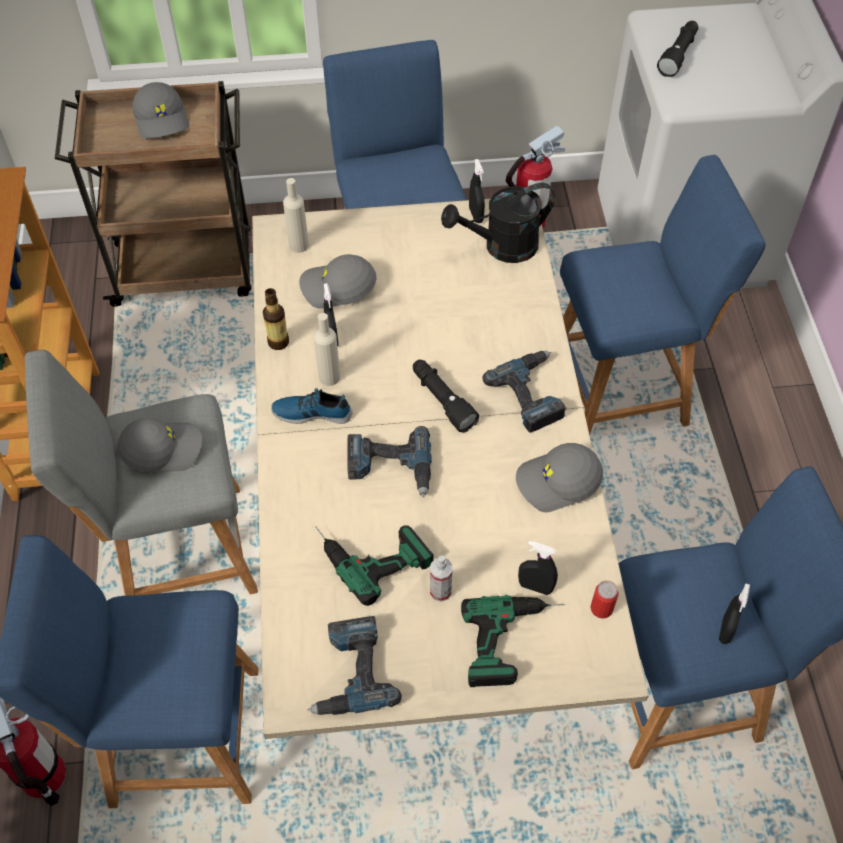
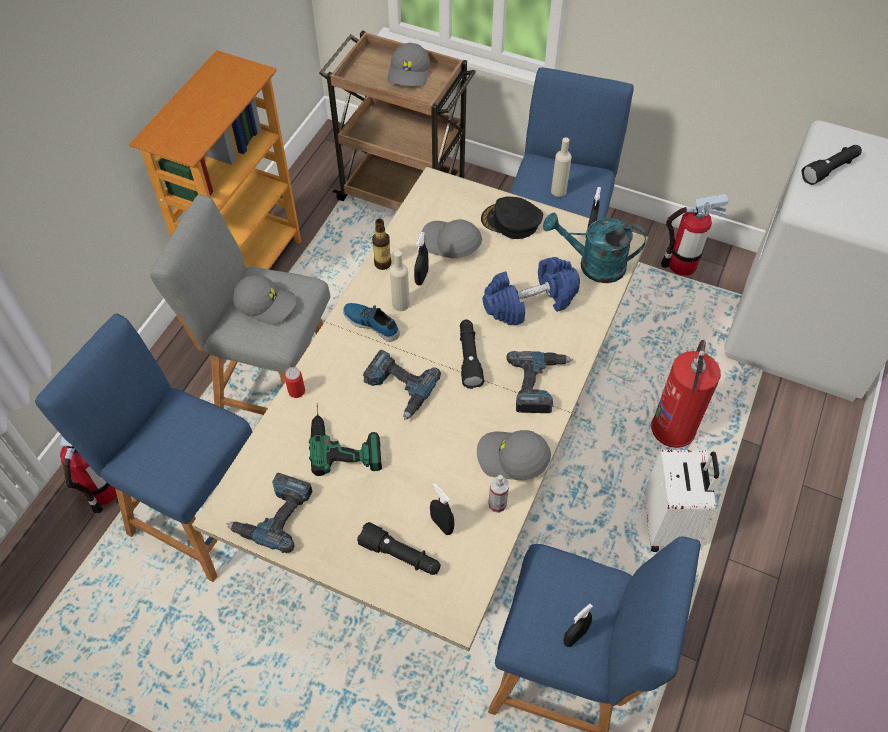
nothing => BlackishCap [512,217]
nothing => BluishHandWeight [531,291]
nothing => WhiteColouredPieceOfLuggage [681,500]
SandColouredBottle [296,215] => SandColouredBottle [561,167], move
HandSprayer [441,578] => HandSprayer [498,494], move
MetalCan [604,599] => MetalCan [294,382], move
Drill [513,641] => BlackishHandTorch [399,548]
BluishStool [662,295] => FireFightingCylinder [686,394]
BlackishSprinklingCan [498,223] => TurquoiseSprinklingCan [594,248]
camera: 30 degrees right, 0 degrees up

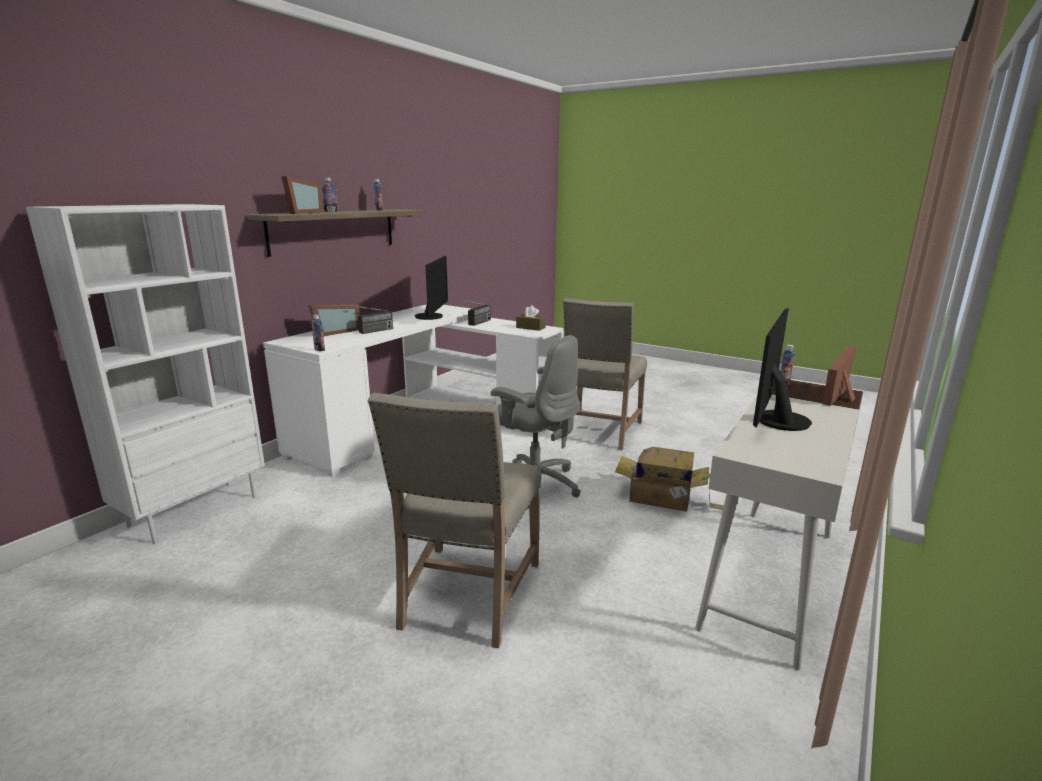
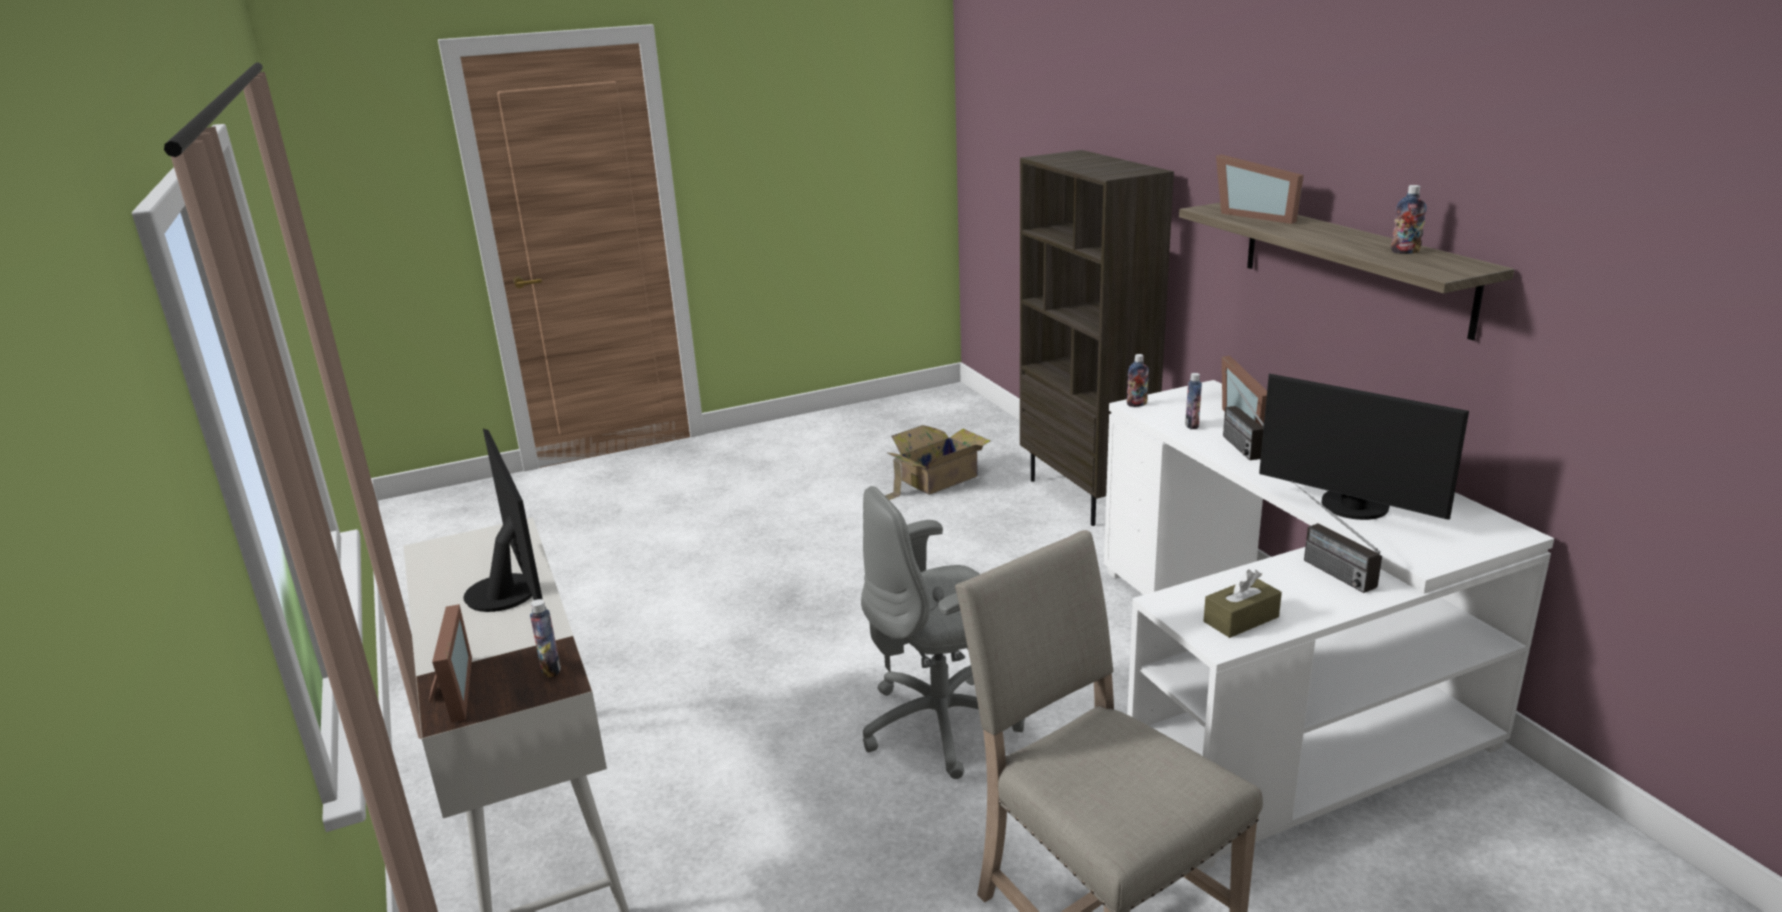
SandColouredPlainChair [454,520] => nothing
Bottle [330,194] => Bottle [1193,401], move
CardboardBox [669,479] => CardboardBox [937,462], move
WhiteColouredBookshelf [145,374] => BrownishBookshelf [1097,338]
camera: 125 degrees right, 5 degrees up

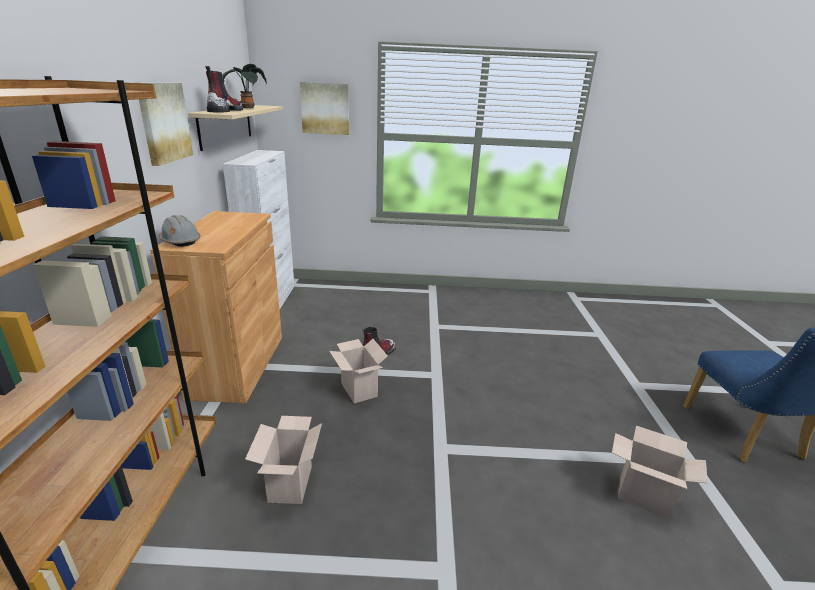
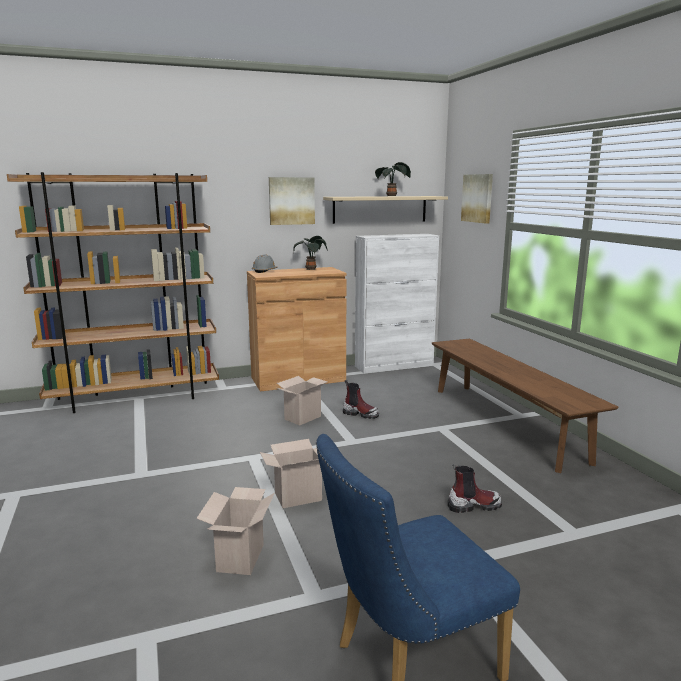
nothing => PlantInAPot [310,253]
nothing => BrownishIndoorBench [525,406]
TallBoot [224,89] => TallBoot [475,488], move
CardboardBox [283,460] => CardboardBox [291,473], move
camera: 70 degrees right, 10 degrees down

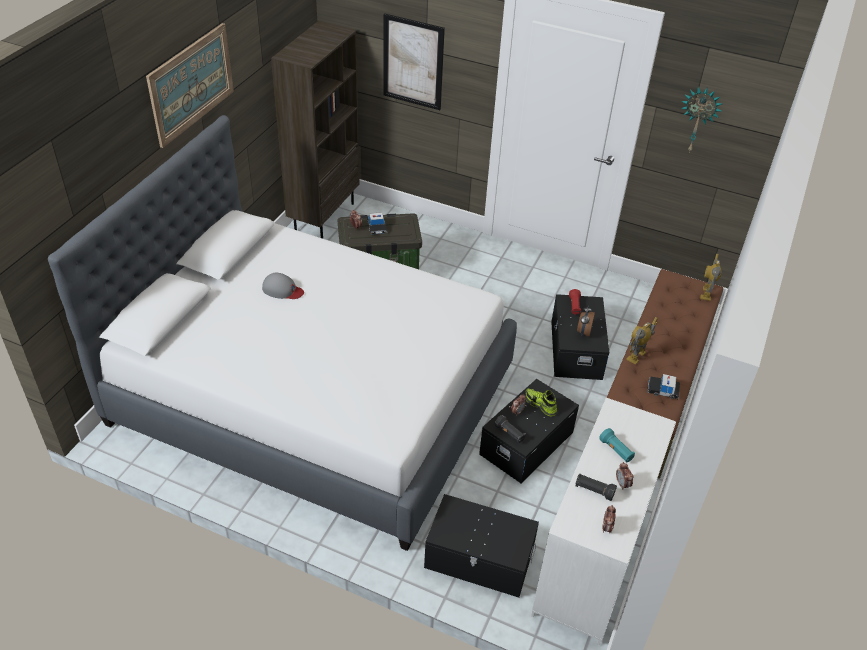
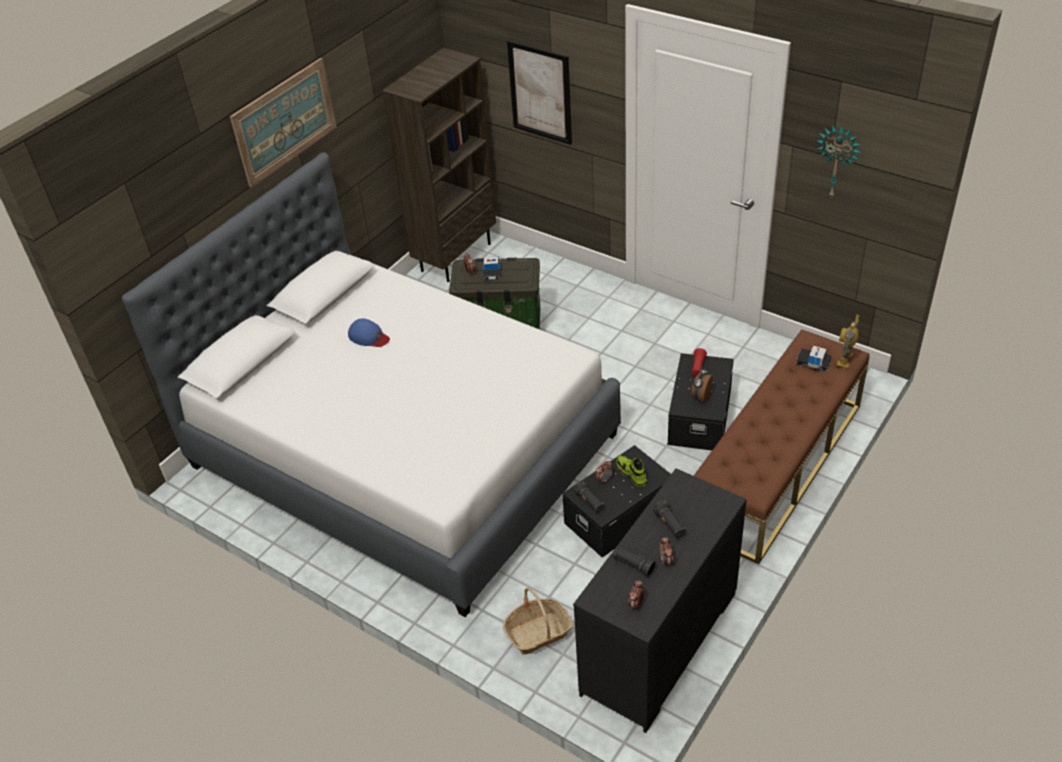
ModelRobot [642,341] => nothing
MiniatureCar [663,387] => MiniatureCar [813,359], move
BlackishStorageBox [481,546] => Basket [537,621]
GreyCap [283,286] => BluishCap [369,332]
WhiteColouredDrawerChest [603,521] => BlackishDrawerChest [660,600]
TurquoiseHandTorch [617,445] => BlackishHandTorch [669,519]
camera: 15 degrees right, 0 degrees up

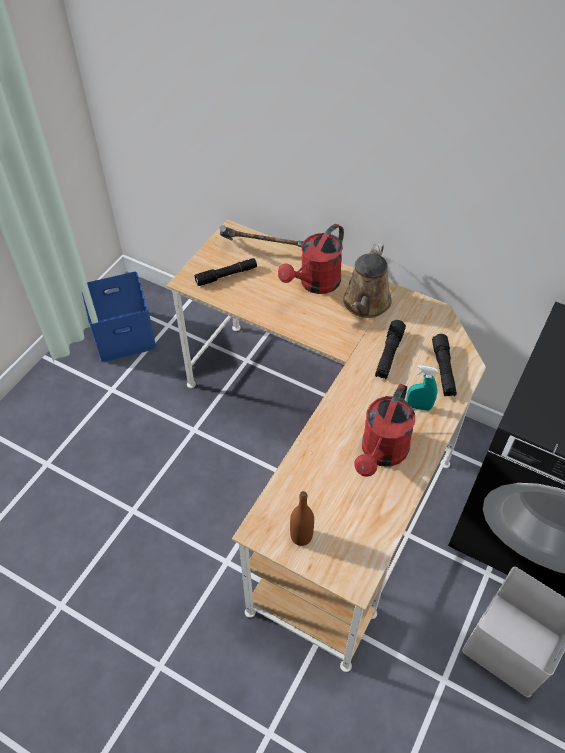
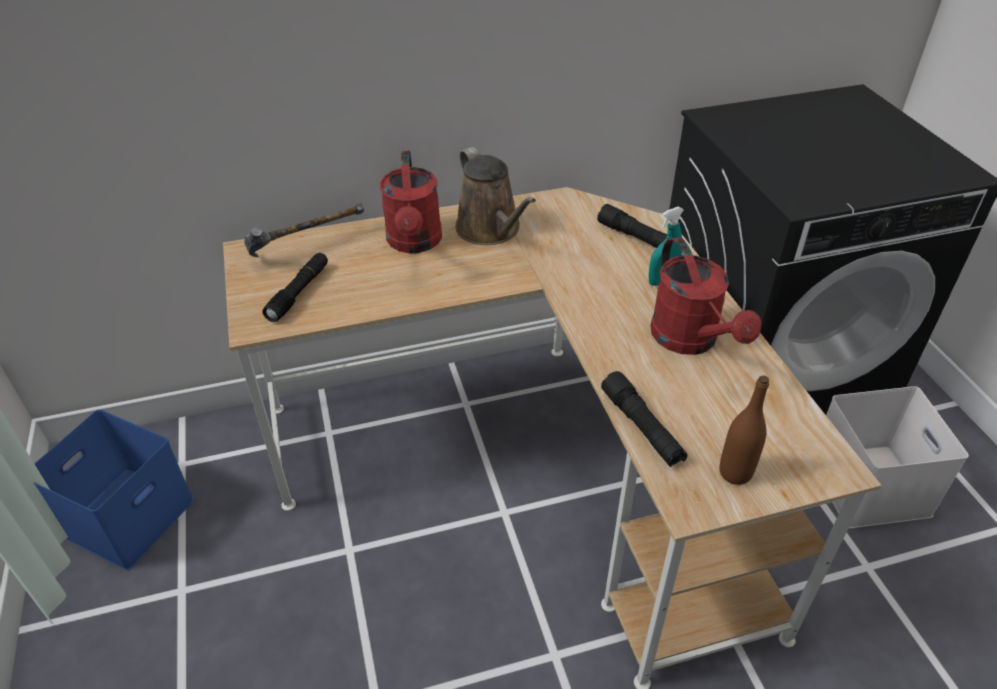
BlackishHandTorch [390,349] => BlackishHandTorch [644,419], move
camera: 45 degrees left, 10 degrees down

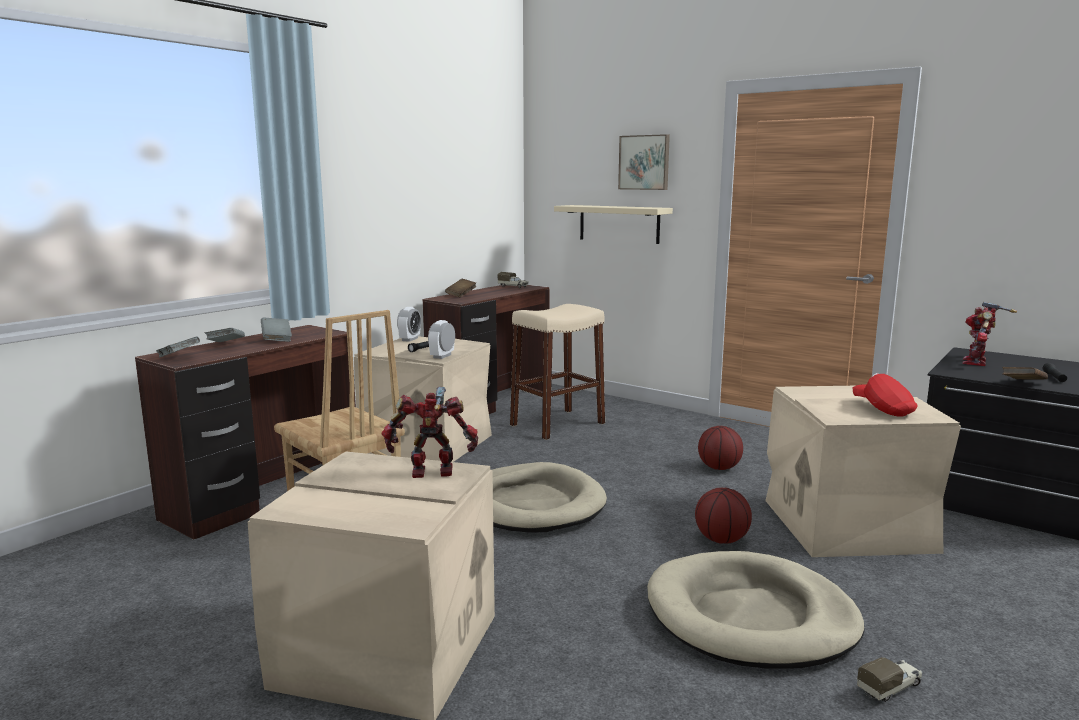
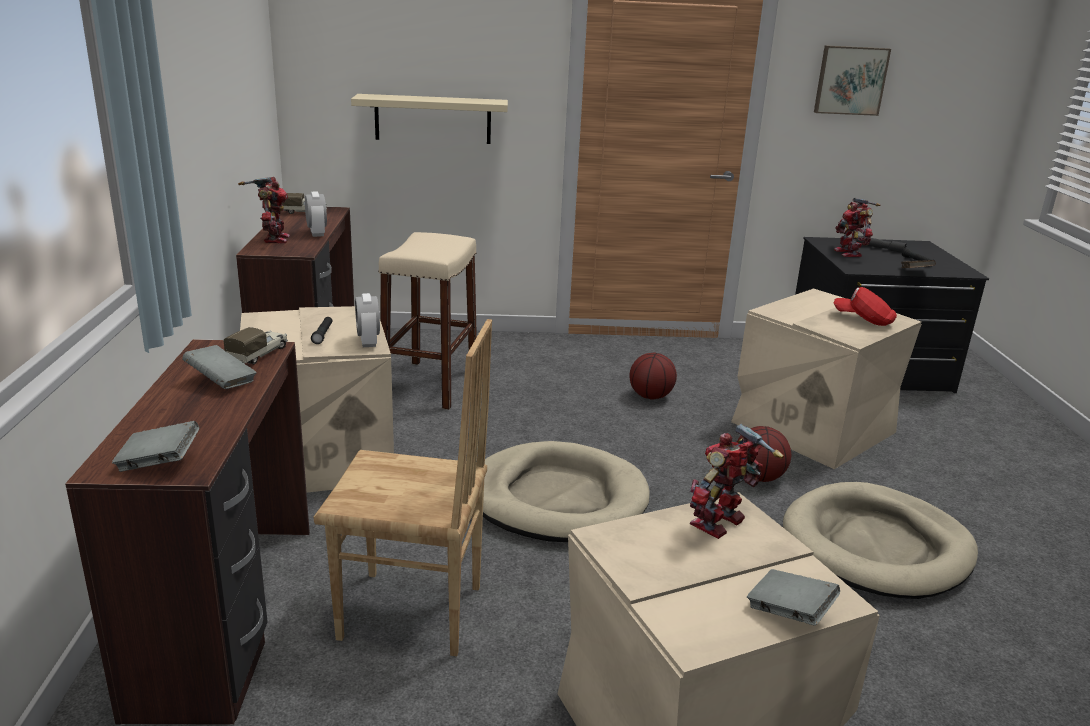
nothing => GreyHandTorch [881,244]
GreyBoundBook [225,335] => GreyBoundBook [793,597], move
BedsideClock [409,324] => BedsideClock [316,214], move
Picture [644,162] => Picture [852,80], move
ToyLorry [890,679] => ToyLorry [255,346], move
BrownishBoundBook [460,288] => ModelRobot [264,210]
camera: 40 degrees left, 10 degrees up

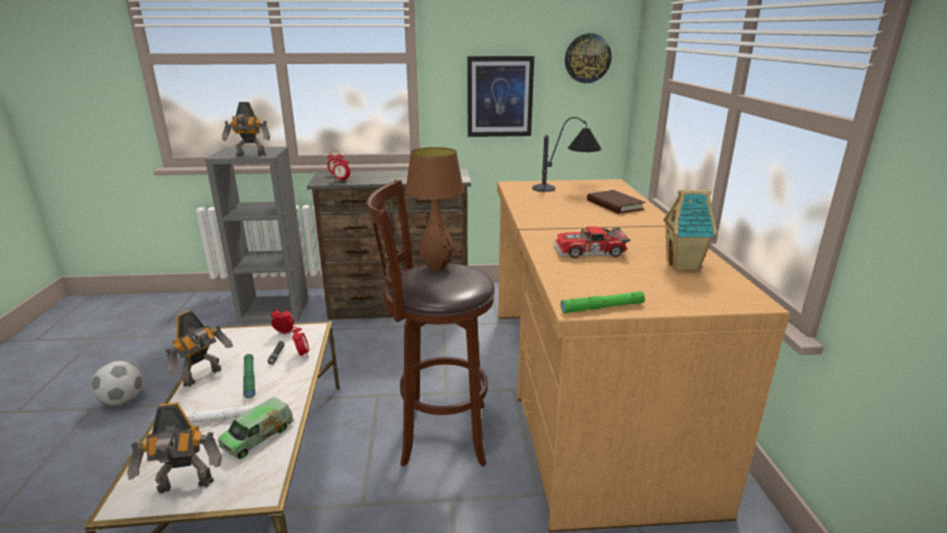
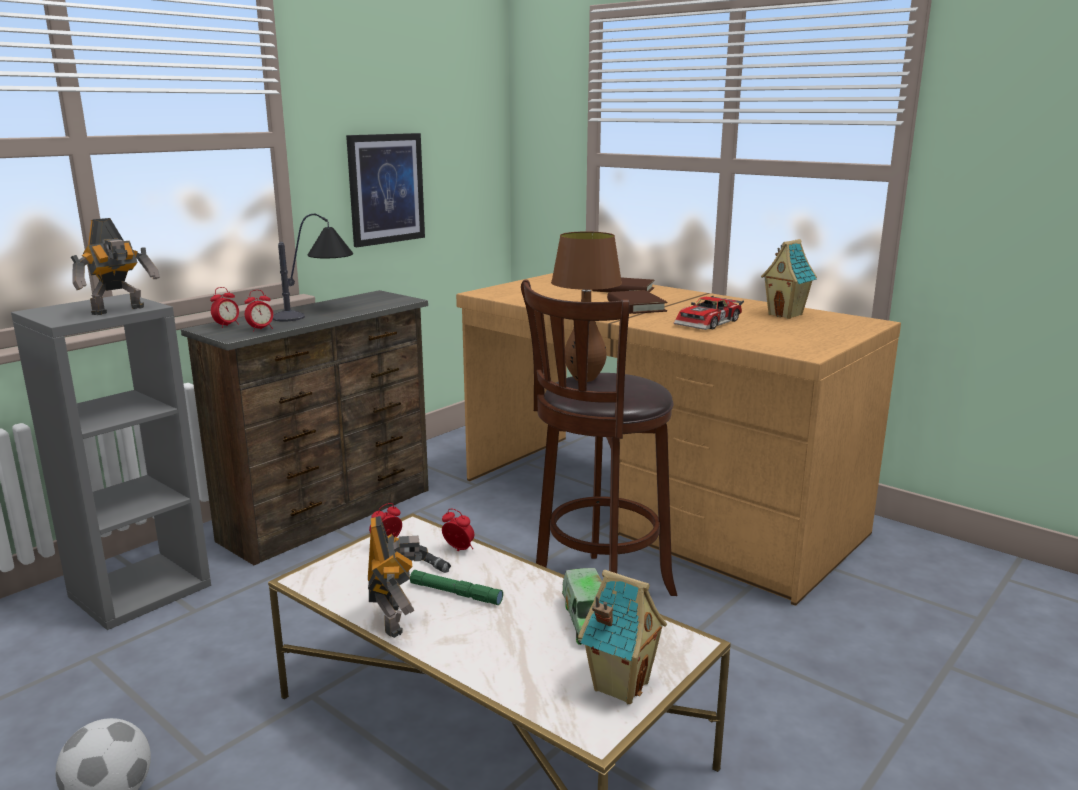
WhiteColouredHandTorch [222,413] => nothing
GreenishHandTorch [603,302] => nothing
HangingClock [588,58] => nothing
nothing => BrownishBoundBook [637,302]
LampForATable [566,154] => LampForATable [312,268], move
ModelRobot [174,448] => ToyHouse [622,637]
camera: 45 degrees left, 5 degrees down

